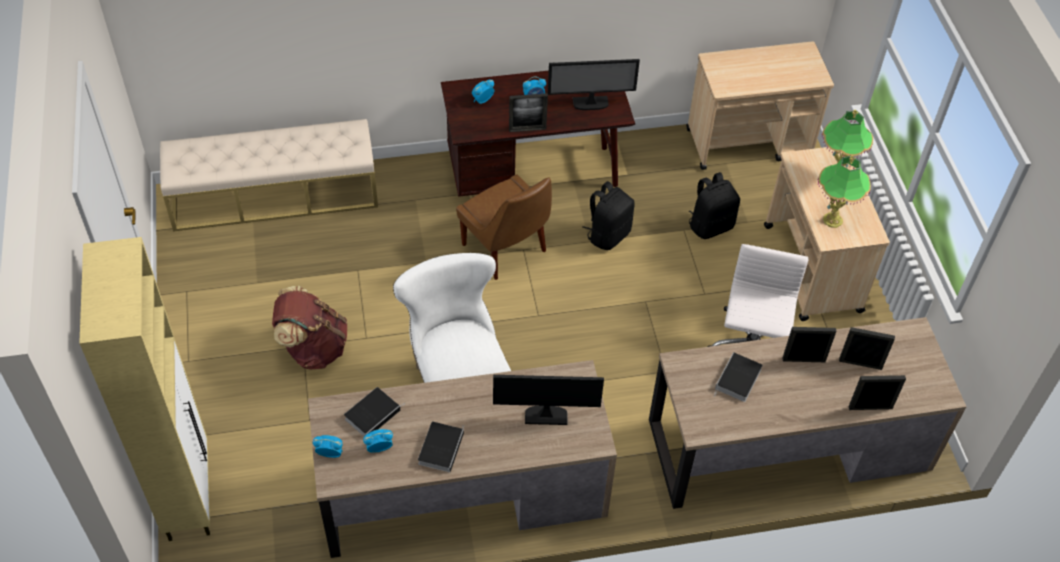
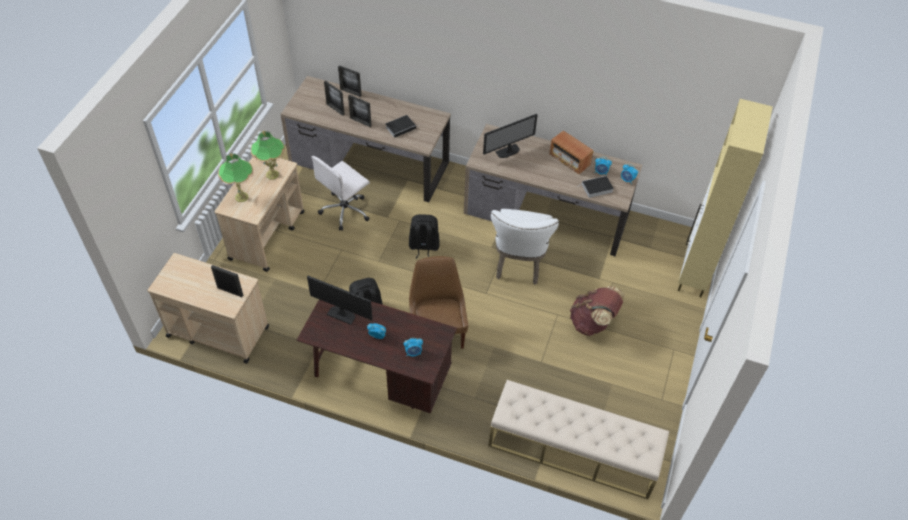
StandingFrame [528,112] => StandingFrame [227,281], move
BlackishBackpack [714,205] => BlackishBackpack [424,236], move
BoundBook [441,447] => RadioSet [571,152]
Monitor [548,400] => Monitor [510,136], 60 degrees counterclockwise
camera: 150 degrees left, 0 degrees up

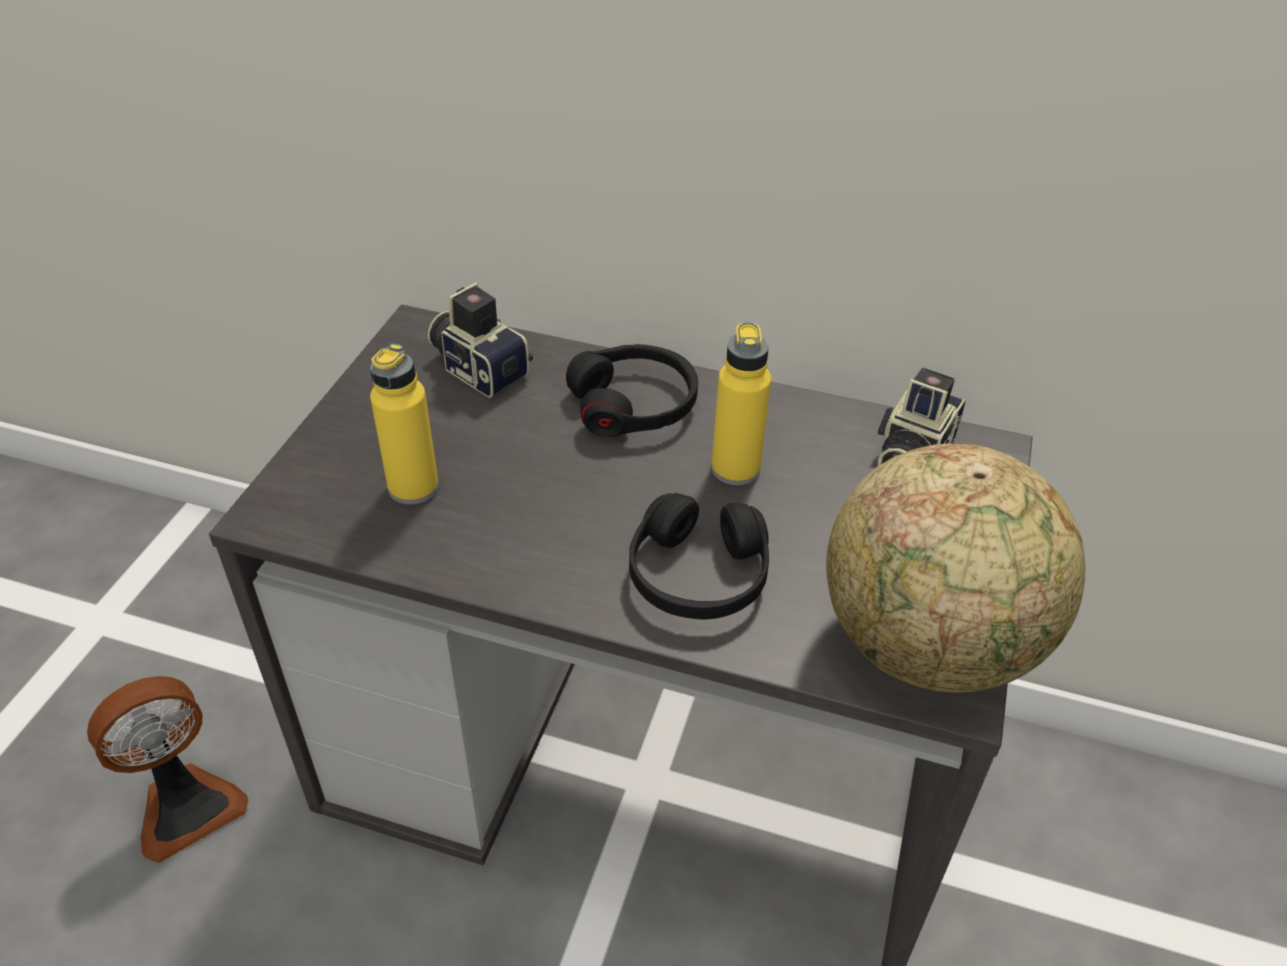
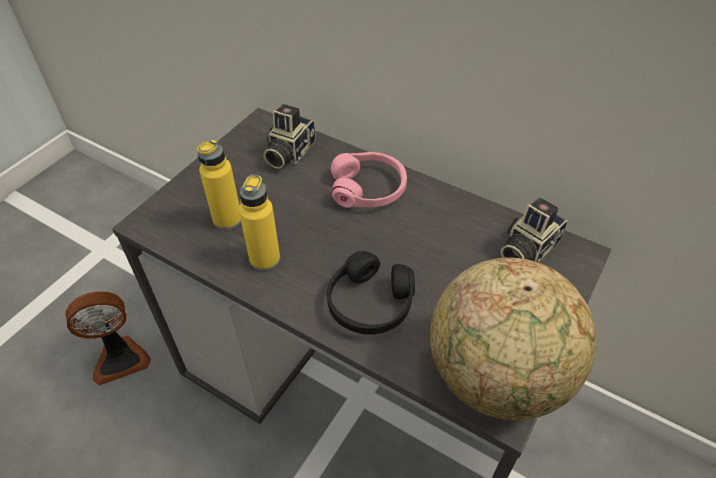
YellowColouredBottle [741,403] => YellowColouredBottle [259,223], move
BlackishHeadphones [632,390] => PinkColouredHeadphones [369,180]
PhotoCamera [480,340] => PhotoCamera [289,136], 120 degrees counterclockwise
camera: 15 degrees right, 5 degrees up

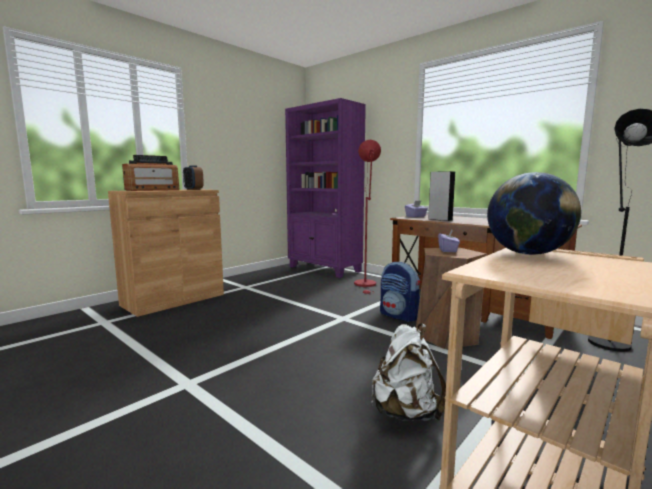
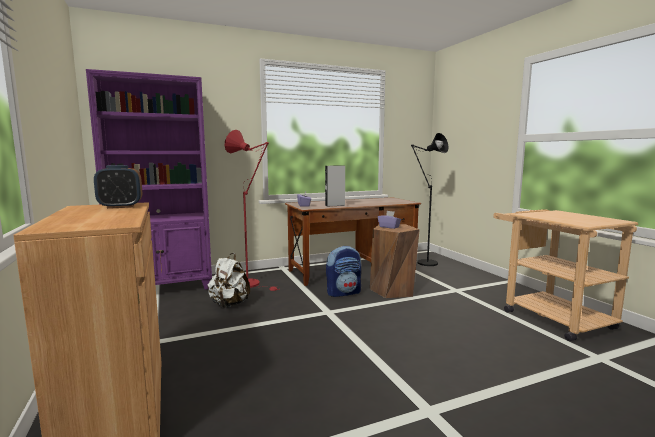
RadioSet [151,173] => nothing
DeskGlobe [534,213] => nothing
WhiteColouredBackpack [408,372] => WhiteColouredBackpack [229,280], move
camera: 65 degrees left, 0 degrees up

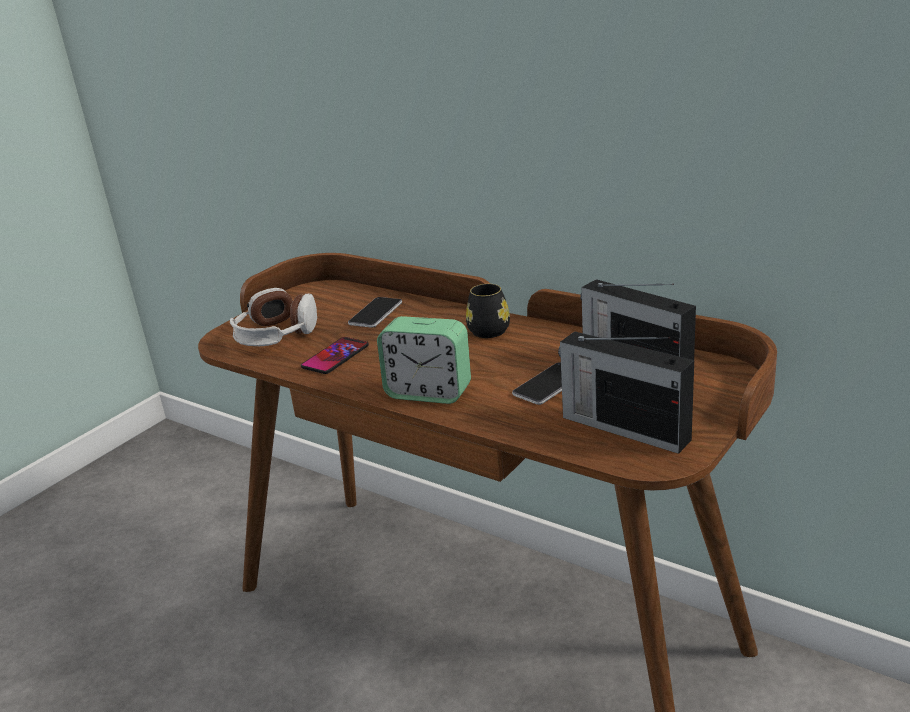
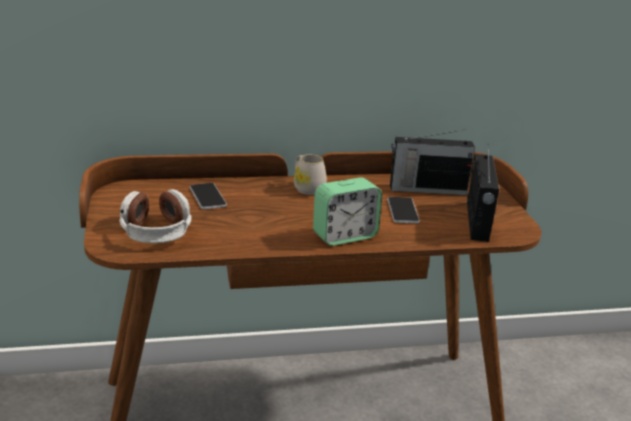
Phone [335,355] => nothing
BlackishMug [488,311] => WhiteColouredMug [310,174]
RadioSet [626,392] => RadioSet [483,194], 75 degrees counterclockwise
camera: 50 degrees left, 0 degrees up

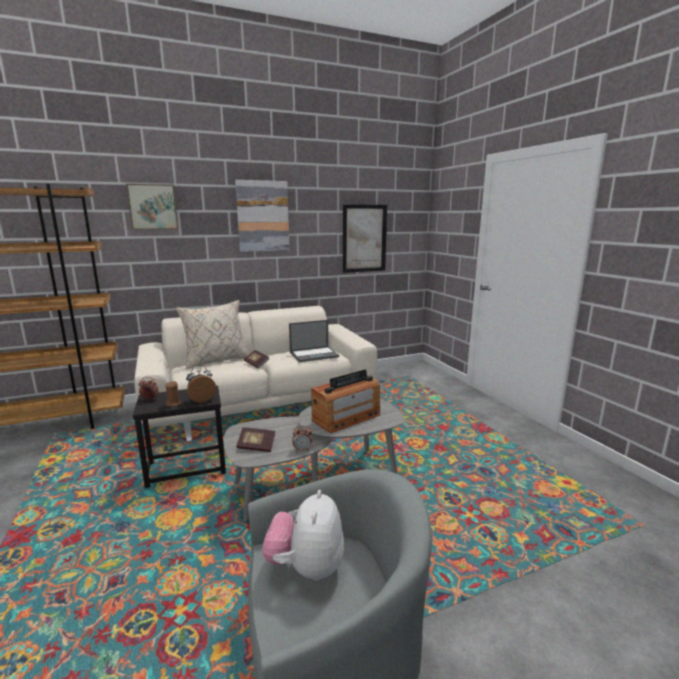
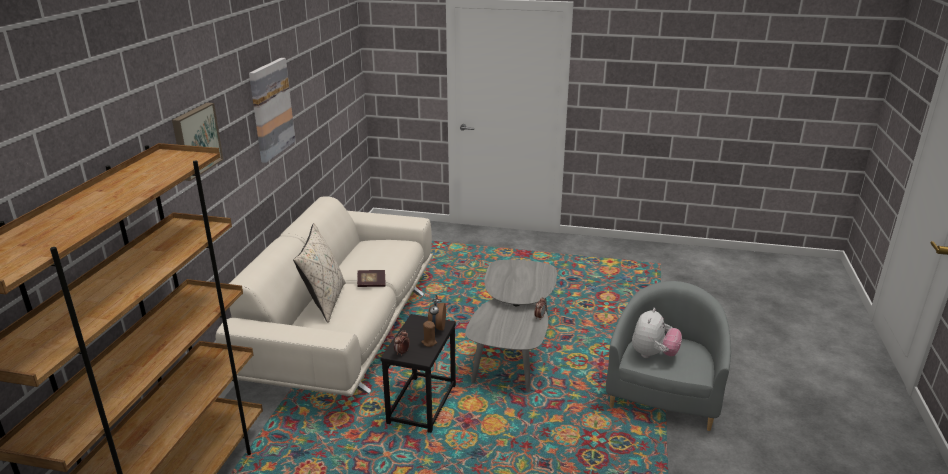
BoundBook [256,439] => nothing
PortableComputer [314,341] => nothing
RadioSet [345,401] => nothing
Picture [365,238] => nothing
PlushToy [303,535] => PlushToy [657,333], 105 degrees counterclockwise
camera: 55 degrees left, 10 degrees up

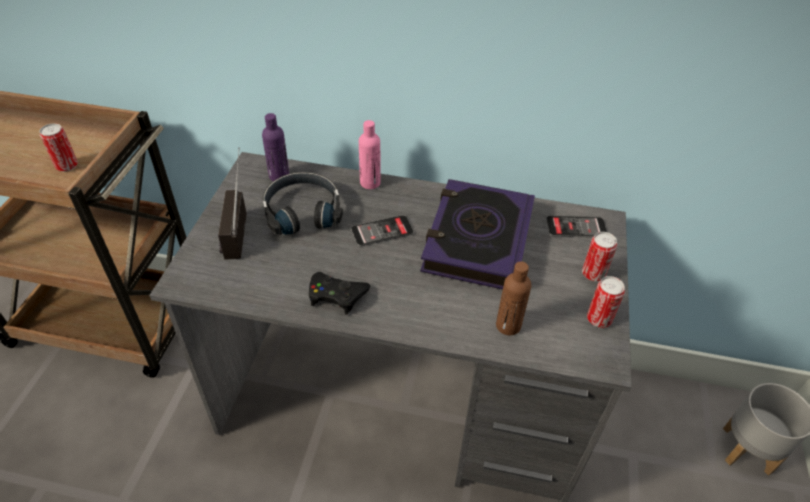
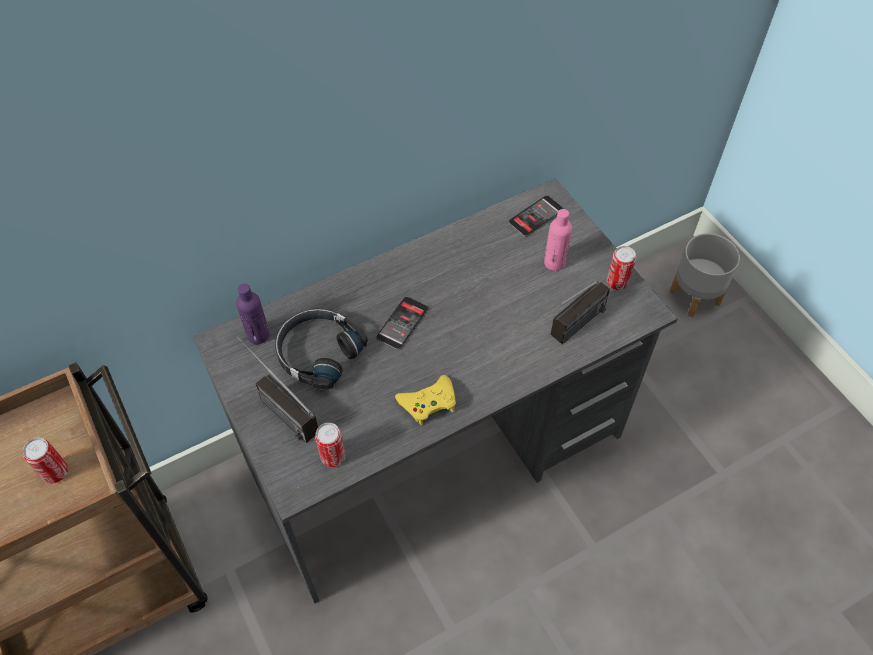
BoundBook [477,234] => nothing
PinkColouredBottle [370,154] => PinkColouredBottle [558,240], move
MetalCan [599,256] => MetalCan [330,445], move
BrownishBottle [513,298] => RadioSet [571,312]
BlackishGamepad [339,293] => YellowColouredGamepad [425,400]
camera: 40 degrees left, 10 degrees up

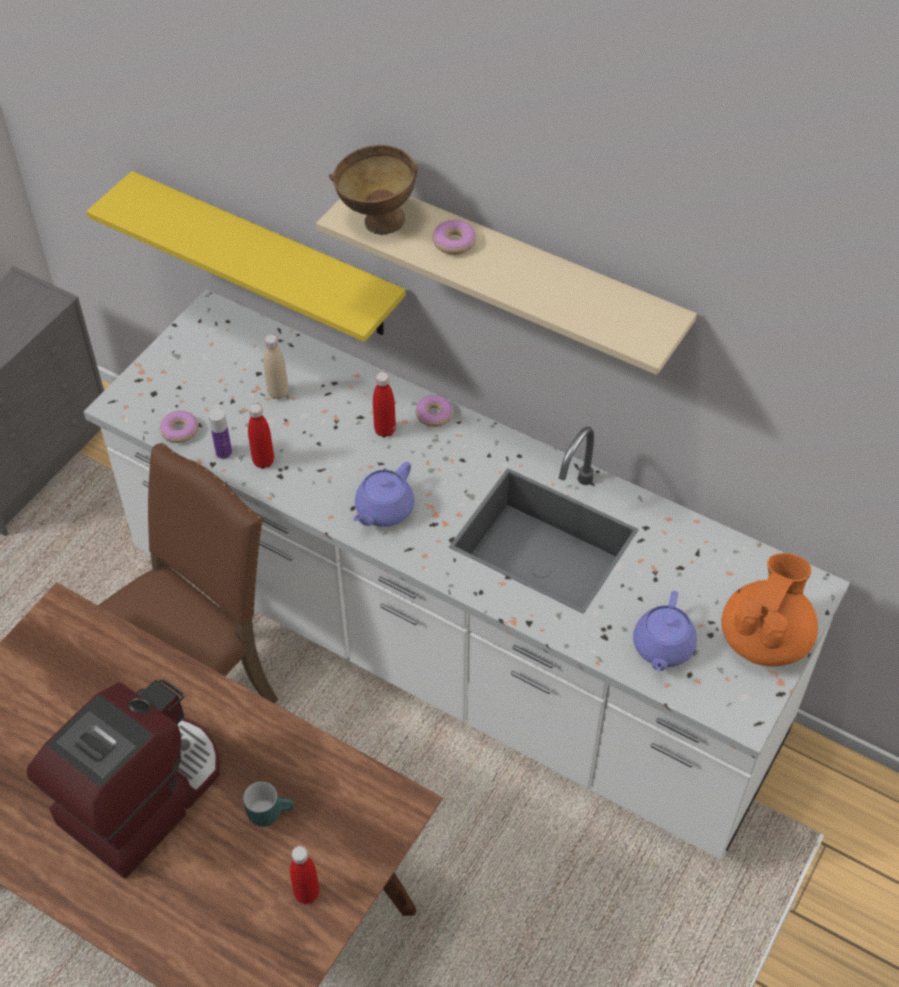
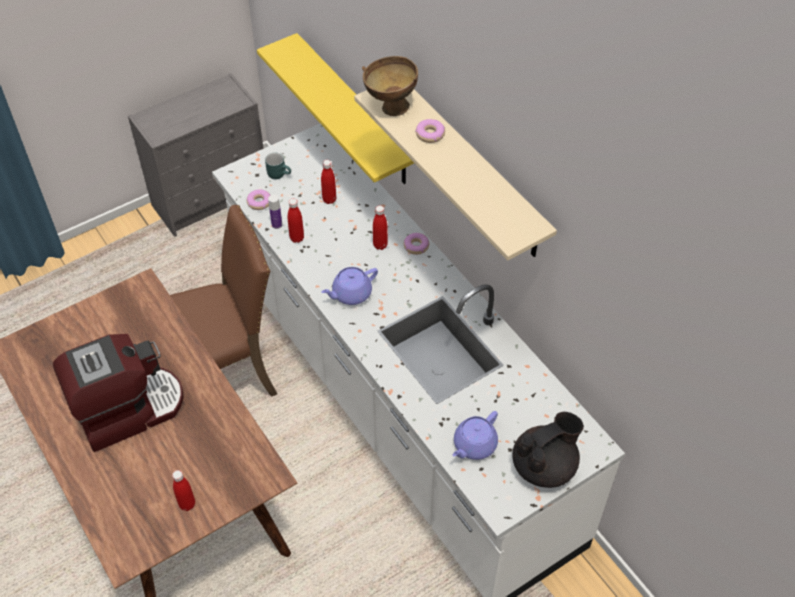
TurquoiseMug [268,804] => TurquoiseMug [278,166], move
SandColouredBottle [276,367] => RedBottle [328,182]
OrangeyTeapot [769,610] => BlackishTeapot [548,450]
camera: 25 degrees right, 0 degrees up

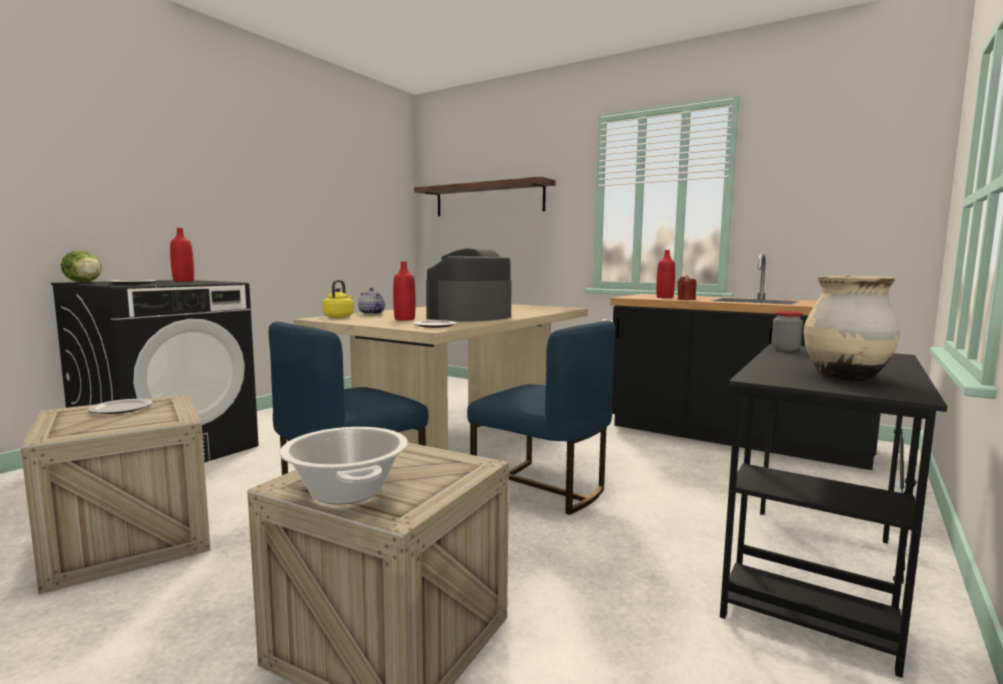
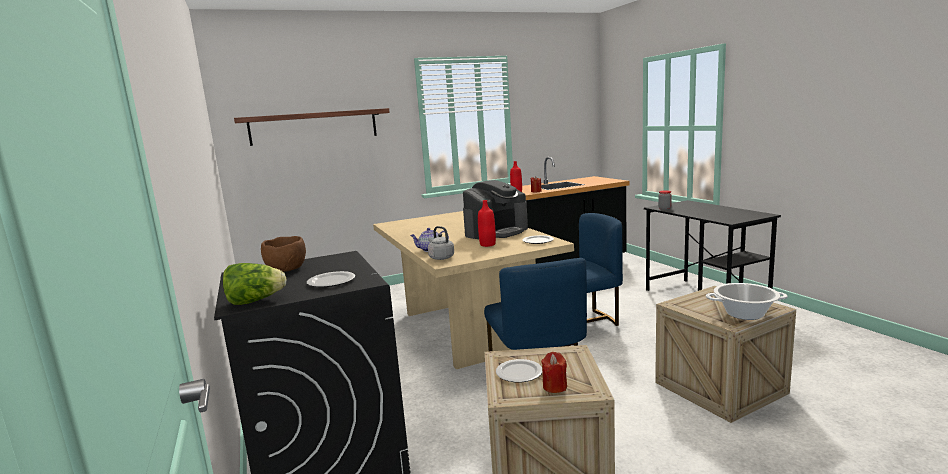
SandColouredDecorativeVase [852,328] => nothing
nothing => RedCandle [554,372]
RedBottle [182,255] => BrownishDeepDish [283,254]
YellowColouredTeaKettle [337,299] => GreyTeaKettle [441,243]
CoffeeBrewer [469,285] => CoffeeBrewer [495,209], 120 degrees counterclockwise
camera: 55 degrees left, 5 degrees up

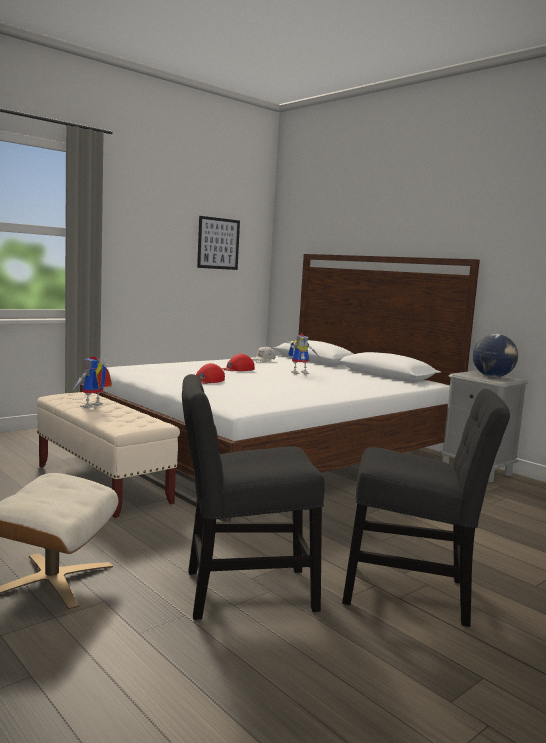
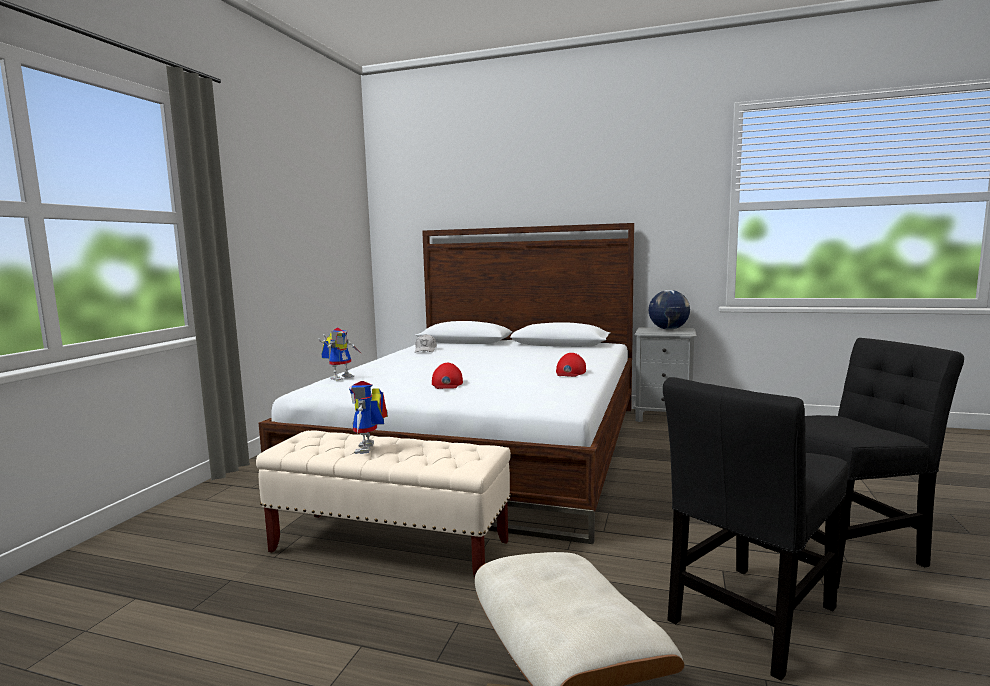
Picture [218,243] => nothing
RedCap [238,362] => RedCap [571,365], move
ModelRobot [302,354] => ModelRobot [340,354], move
camera: 30 degrees left, 0 degrees up

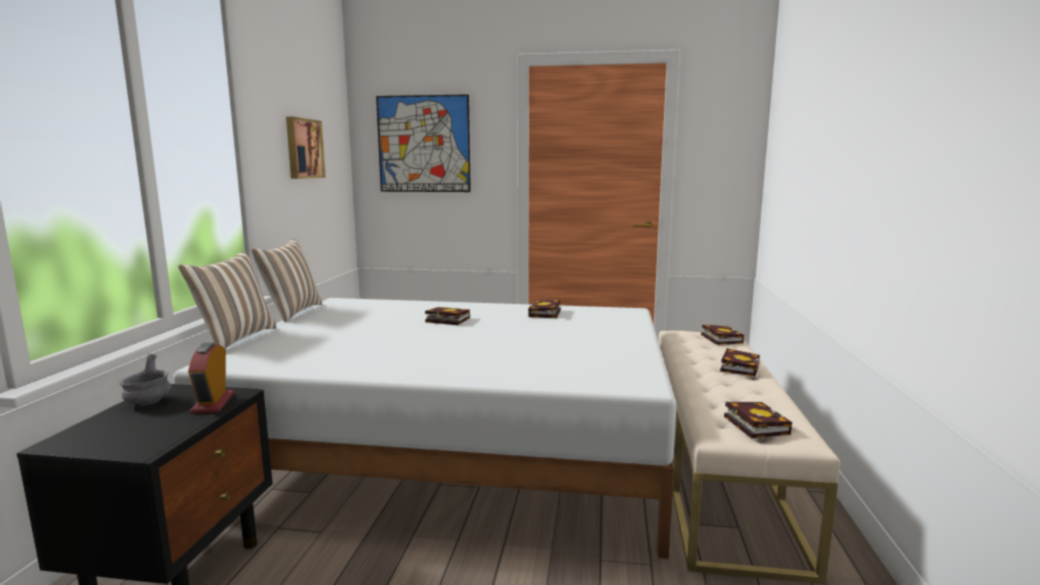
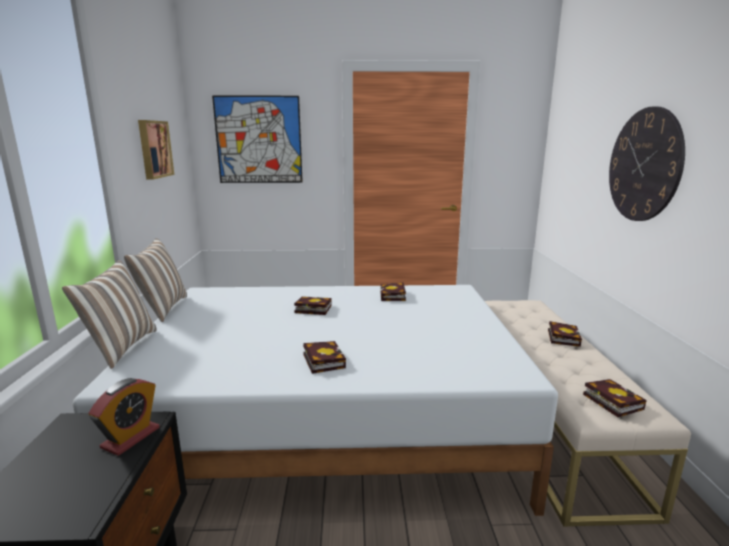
GreyDeepDish [145,379] => nothing
nothing => HangingClock [647,163]
BoundBook [722,335] => BoundBook [324,357], move
BedsideClock [211,378] => BedsideClock [124,417], 135 degrees counterclockwise
camera: 10 degrees left, 5 degrees up

